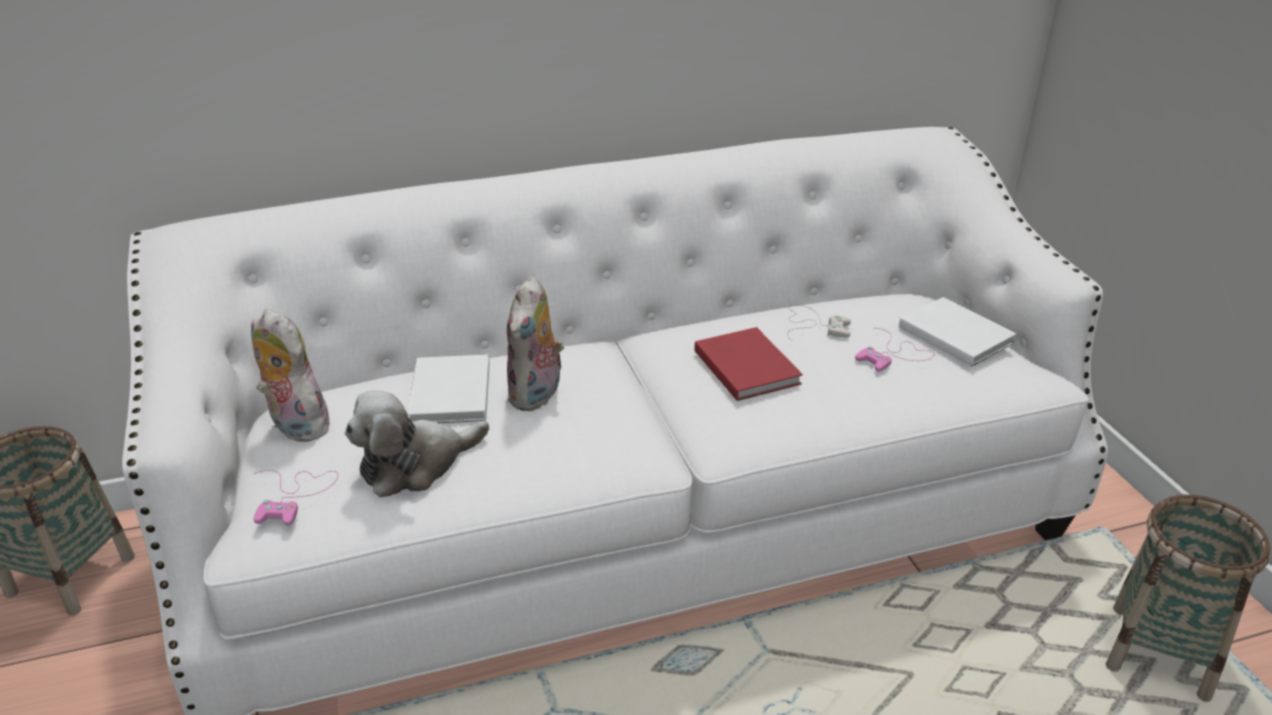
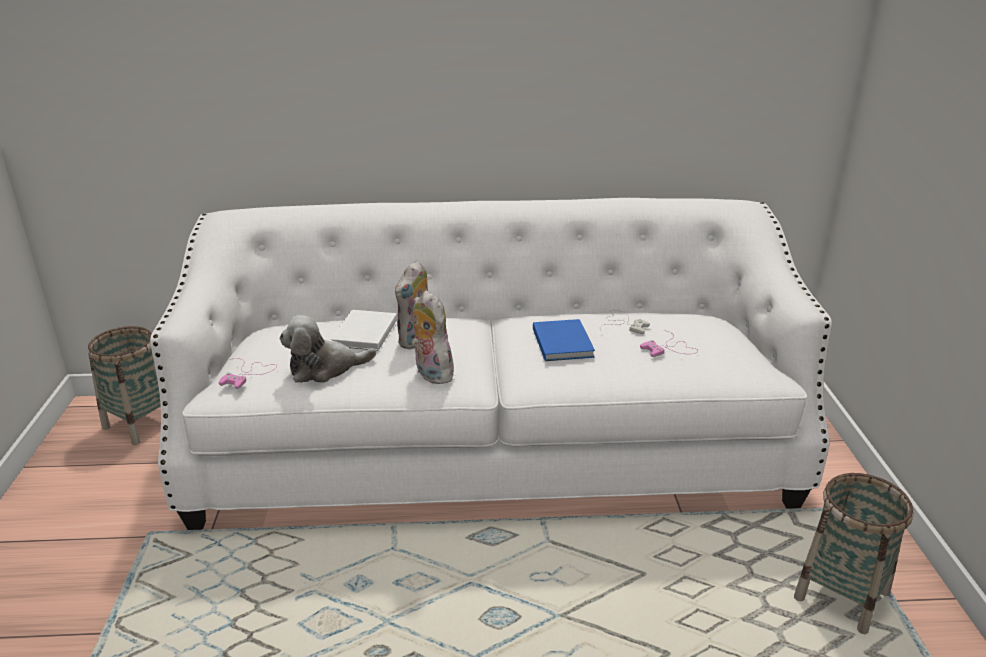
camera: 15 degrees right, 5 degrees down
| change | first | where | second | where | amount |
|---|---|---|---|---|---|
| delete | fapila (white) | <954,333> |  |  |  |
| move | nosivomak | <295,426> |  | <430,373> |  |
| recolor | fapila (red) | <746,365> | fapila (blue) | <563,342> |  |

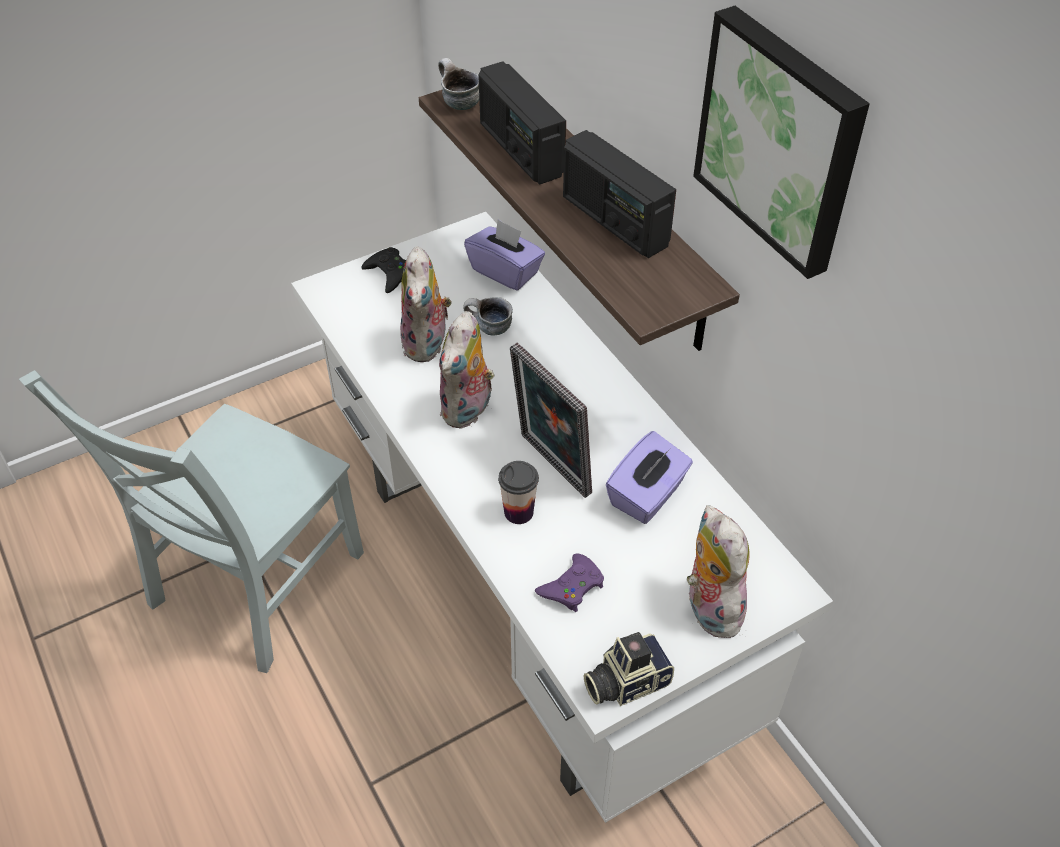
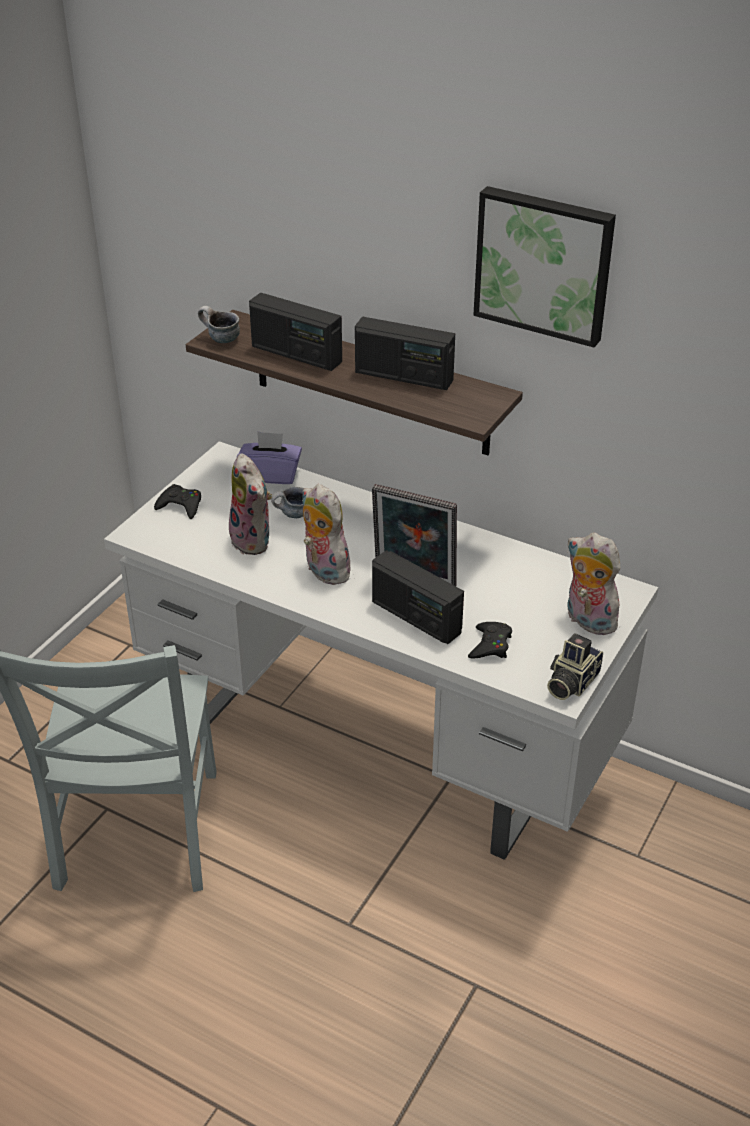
camera: 30 degrees left, 10 degrees down
| change | first | where | second | where | amount |
|---|---|---|---|---|---|
| delete | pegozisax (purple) | <647,495> |  |  |  |
| replace | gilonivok | <518,512> | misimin | <415,617> |  |
| recolor | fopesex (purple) | <572,587> | fopesex (black) | <490,645> |  |
| rotate | nosivomak | <468,410> |  | <323,570> | 150 degrees clockwise |

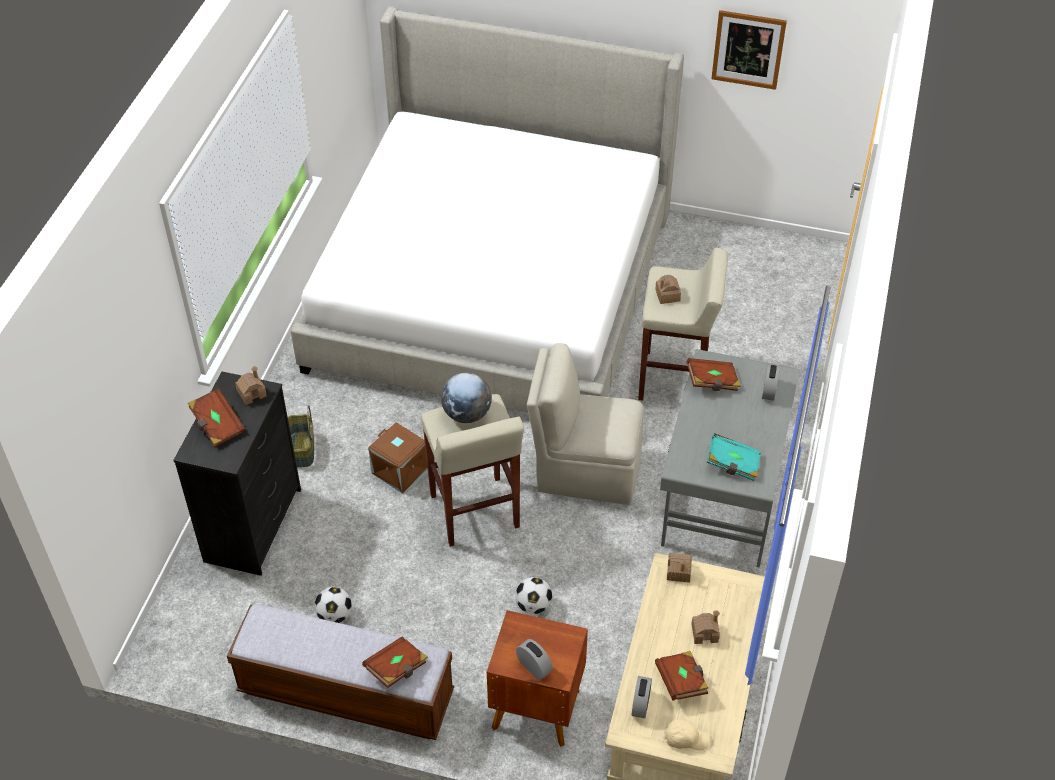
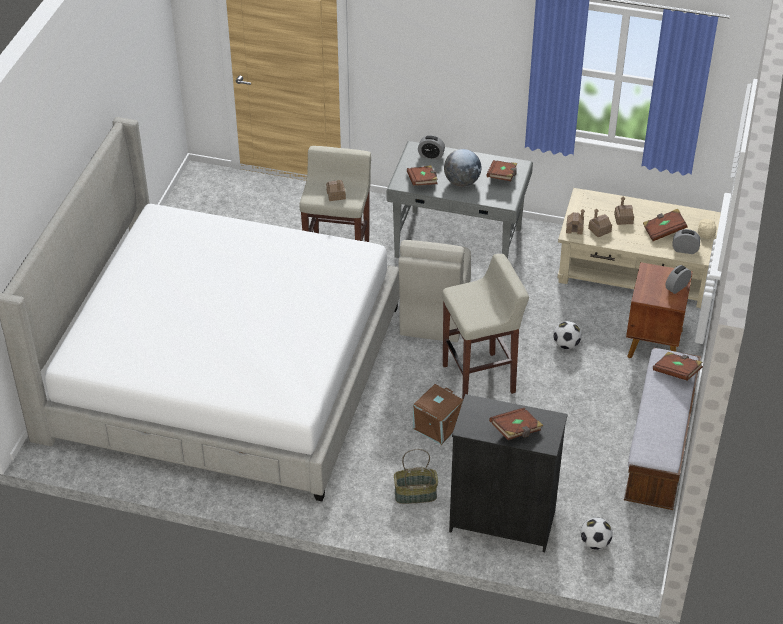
camera: 90 degrees left, 5 degrees down
| change | first | where | second | where | amount |
|---|---|---|---|---|---|
| delete | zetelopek | <748,49> |  |  |  |
| move | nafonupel | <251,393> |  | <599,230> |  |
| move | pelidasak | <335,615> |  | <595,543> |  |
| move | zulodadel | <467,414> |  | <462,182> |  |
| recolor | fapila (turquoise) | <732,464> | fapila (brown) | <502,177> |  |

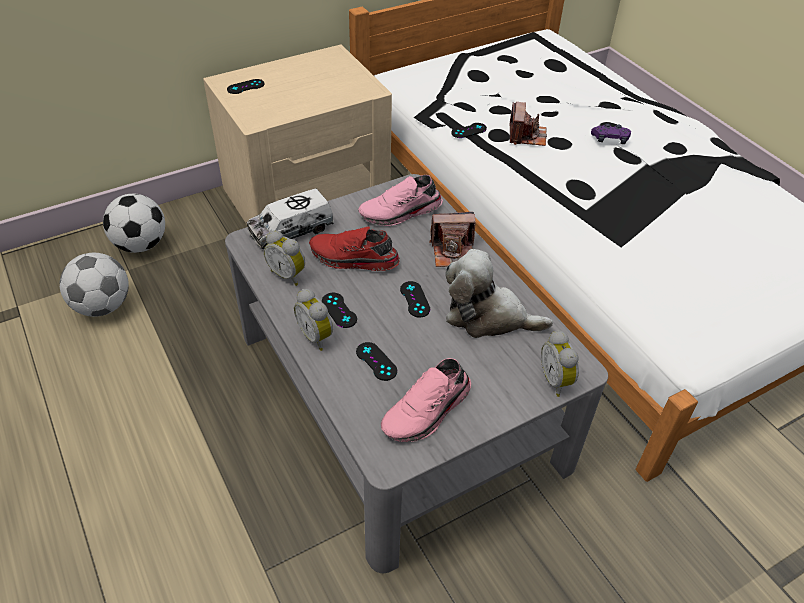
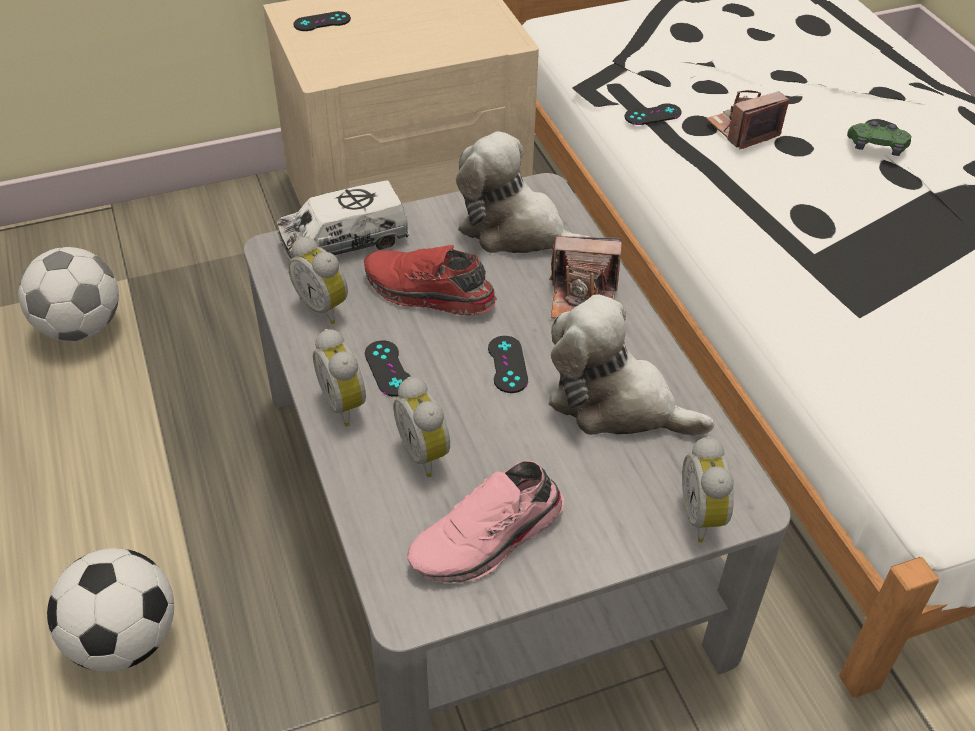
camera: 10 degrees right, 0 degrees up
| change | first | where | second | where | amount |
|---|---|---|---|---|---|
| move | pelidasak | <141,245> |  | <125,640> |  |
| replace | fopesex (black) | <376,361> | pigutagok | <427,453> |  |
| replace | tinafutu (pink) | <401,213> | nosivomak | <516,230> |  |
| recolor | fopesex (purple) | <610,140> | fopesex (green) | <876,147> |  |
| rotate | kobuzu | <526,136> |  | <743,130> | 135 degrees counterclockwise |

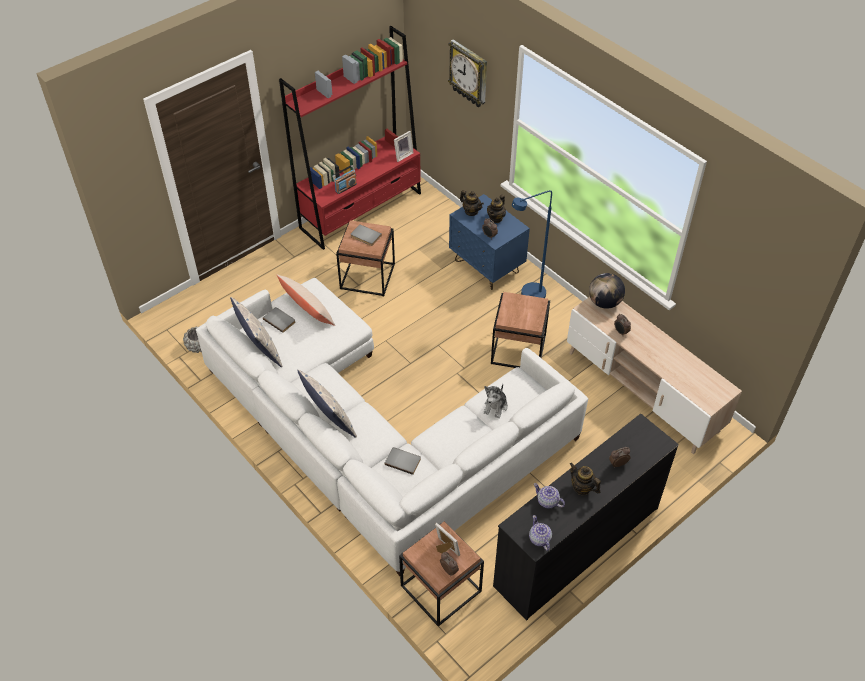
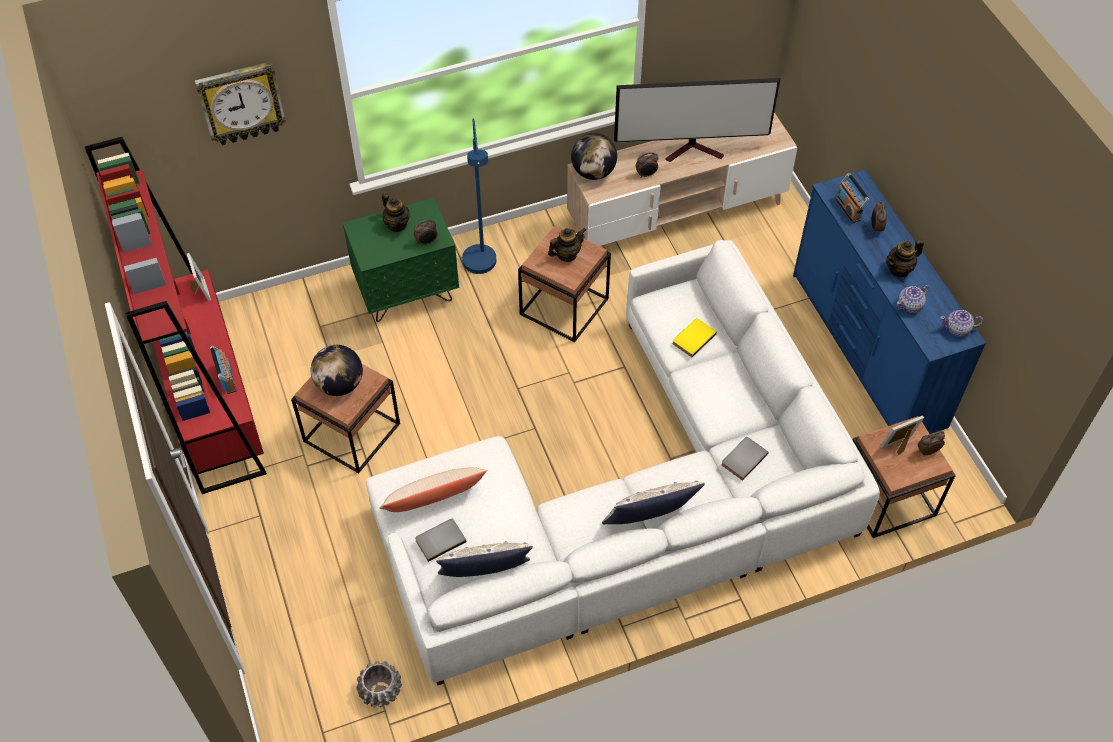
camera: 70 degrees left, 5 degrees up
| change | first | where | second | where | amount |
|---|---|---|---|---|---|
| insert |  |  | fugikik | <695,150> |  |
| insert |  |  | misimin | <848,209> |  |
| move | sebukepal | <471,211> |  | <566,254> |  |
| replace | fapila (grey) | <365,236> | zulodadel | <339,385> |  |
| replace | nosivomak | <495,406> | fapila (yellow) | <692,338> |  |
| recolor | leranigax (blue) | <487,267> | leranigax (green) | <407,292> |  |
| recolor | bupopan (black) | <576,546> | bupopan (blue) | <866,350> |  |

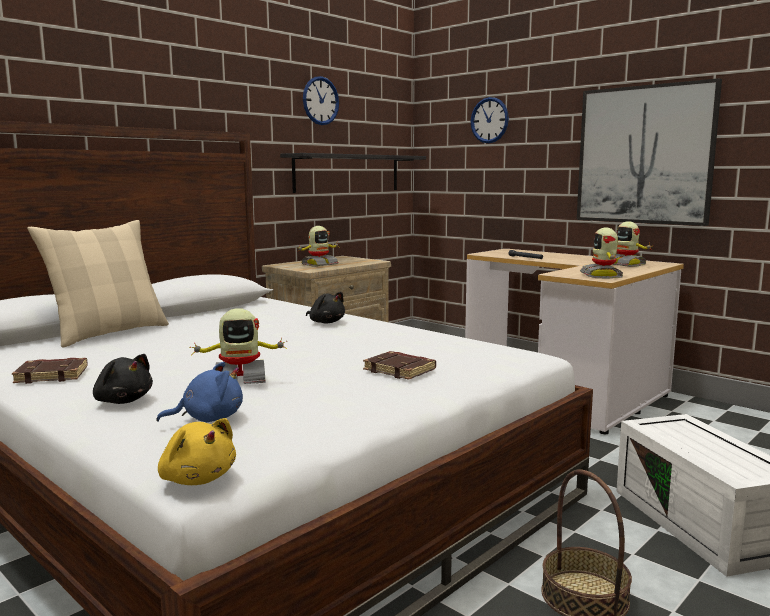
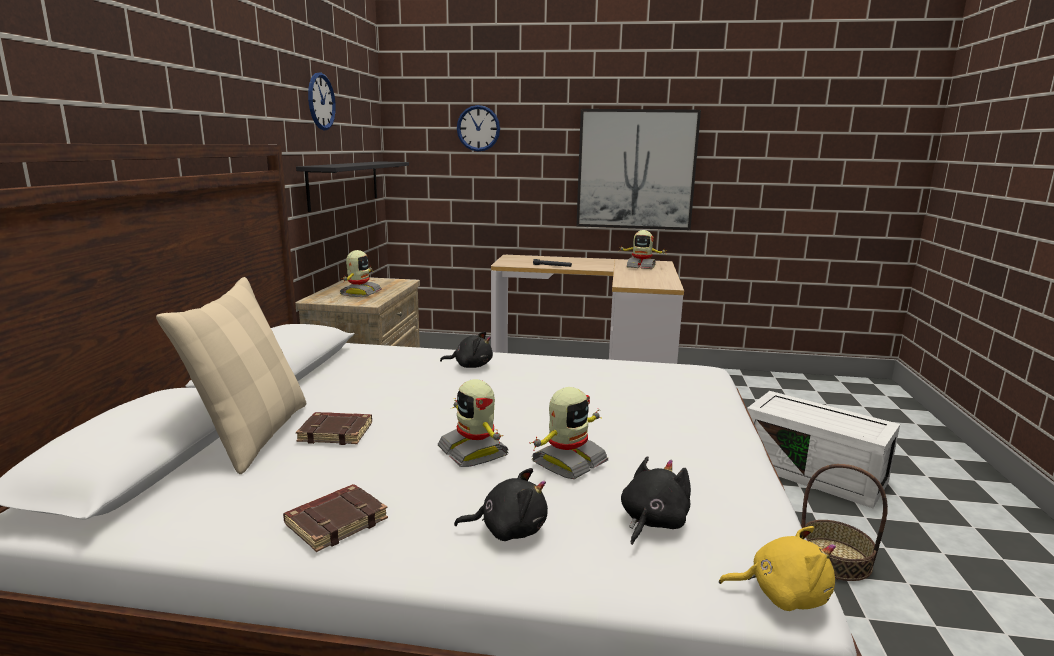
camera: 35 degrees left, 5 degrees up
| change | first | where | second | where | amount |
|---|---|---|---|---|---|
| move | fapila (brown) | <401,370> |  | <337,433> |  |
| move | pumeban | <602,276> |  | <474,451> |  |
| recolor | nosivomak (blue) | <208,419> | nosivomak (black) | <652,522> |  |

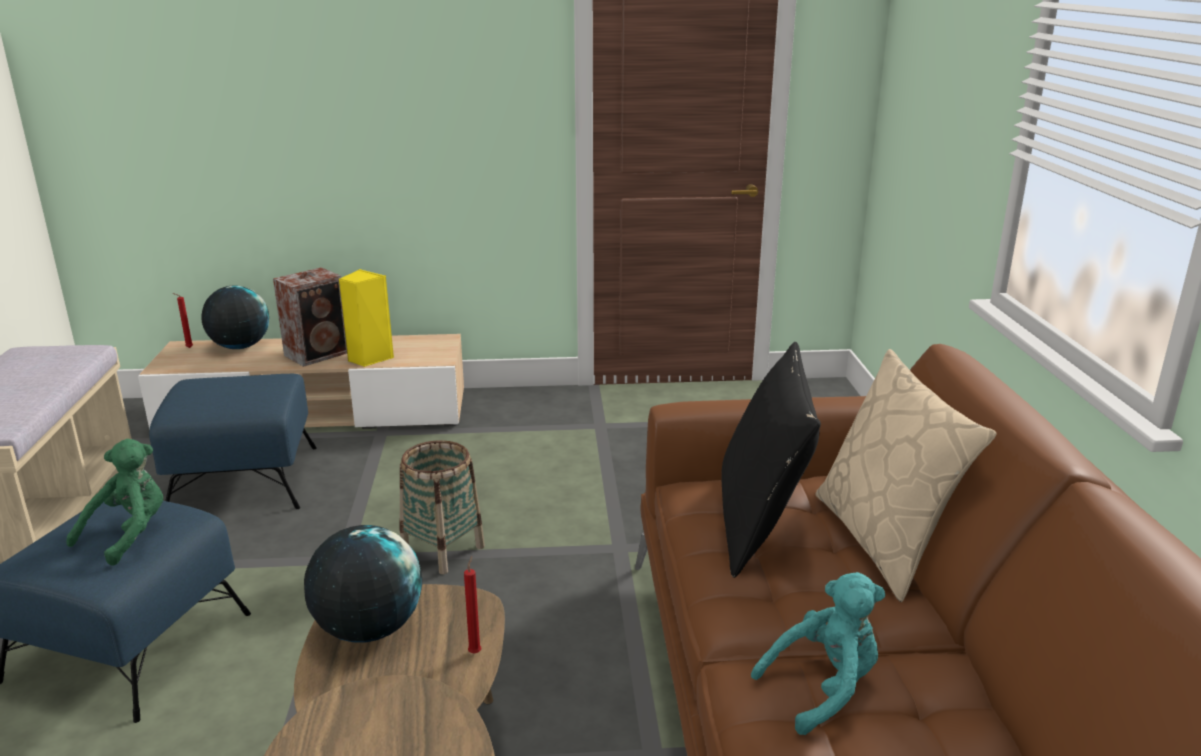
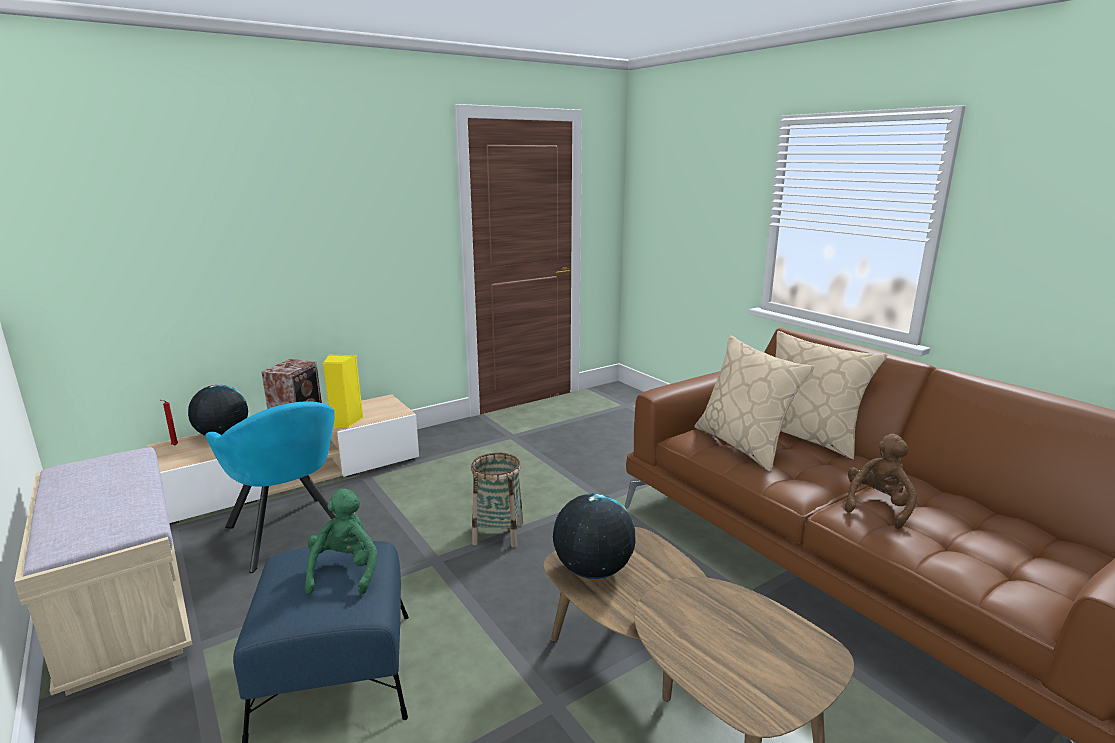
camera: 30 degrees left, 5 degrees down
| change | first | where | second | where | amount |
|---|---|---|---|---|---|
| delete | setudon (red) | <475,652> |  |  |  |
| replace | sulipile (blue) | <243,480> | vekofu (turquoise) | <290,534> |  |
| recolor | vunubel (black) | <760,525> | vunubel (beige) | <744,445> |  |
| recolor | nosivomak (turquoise) | <823,688> | nosivomak (brown) | <877,506> |  |

